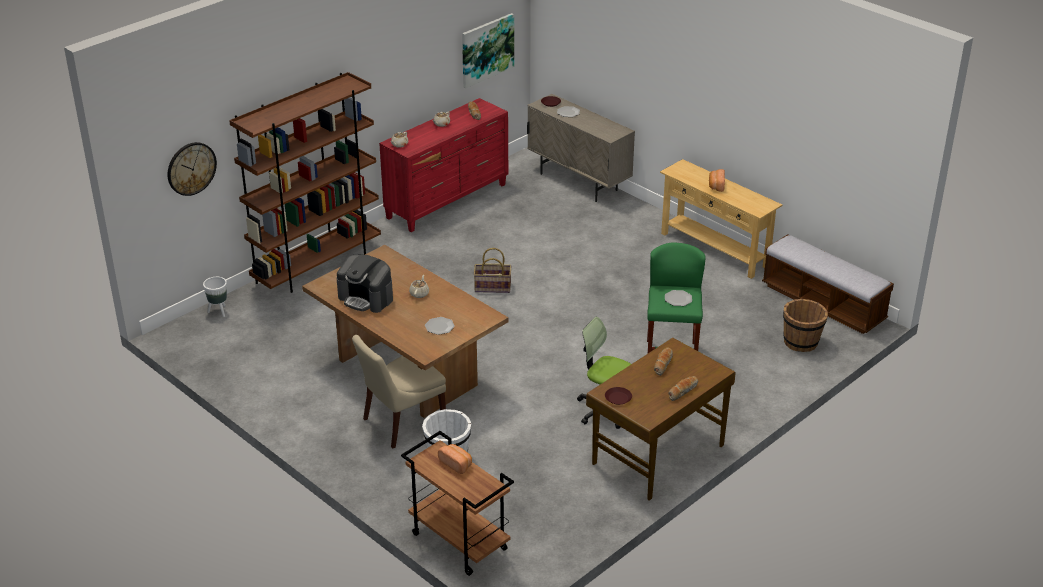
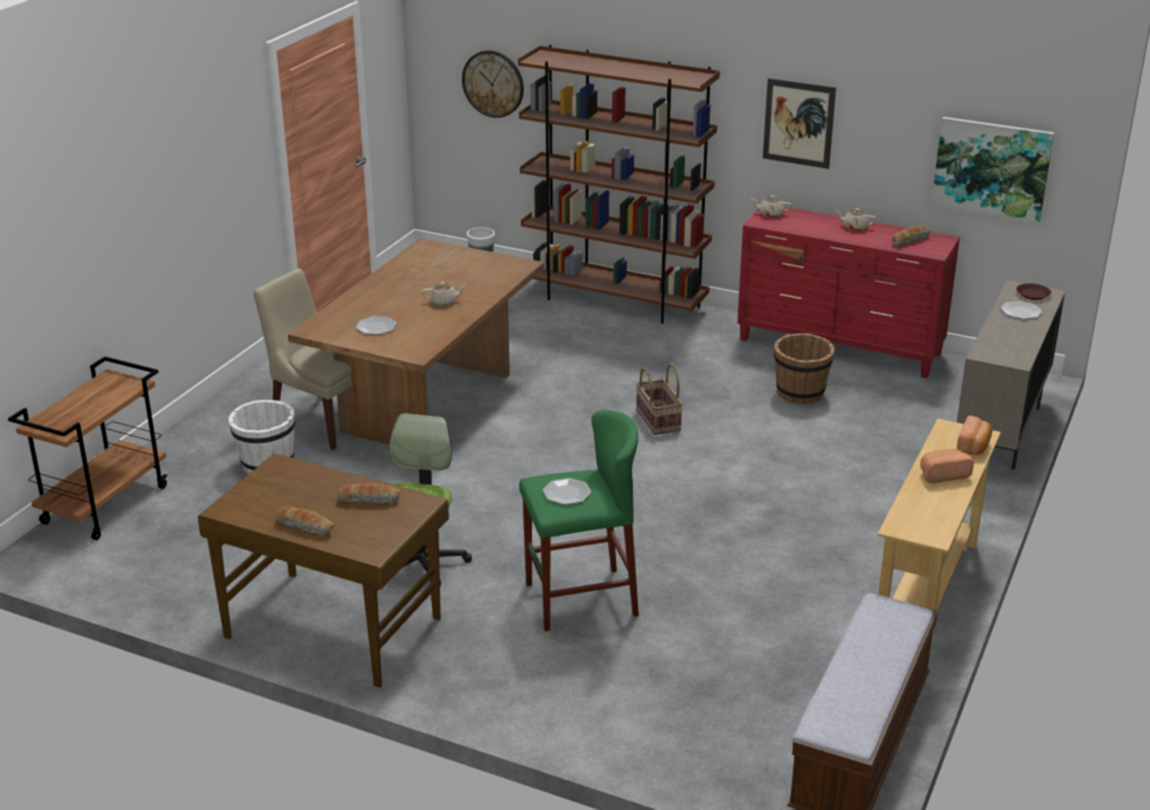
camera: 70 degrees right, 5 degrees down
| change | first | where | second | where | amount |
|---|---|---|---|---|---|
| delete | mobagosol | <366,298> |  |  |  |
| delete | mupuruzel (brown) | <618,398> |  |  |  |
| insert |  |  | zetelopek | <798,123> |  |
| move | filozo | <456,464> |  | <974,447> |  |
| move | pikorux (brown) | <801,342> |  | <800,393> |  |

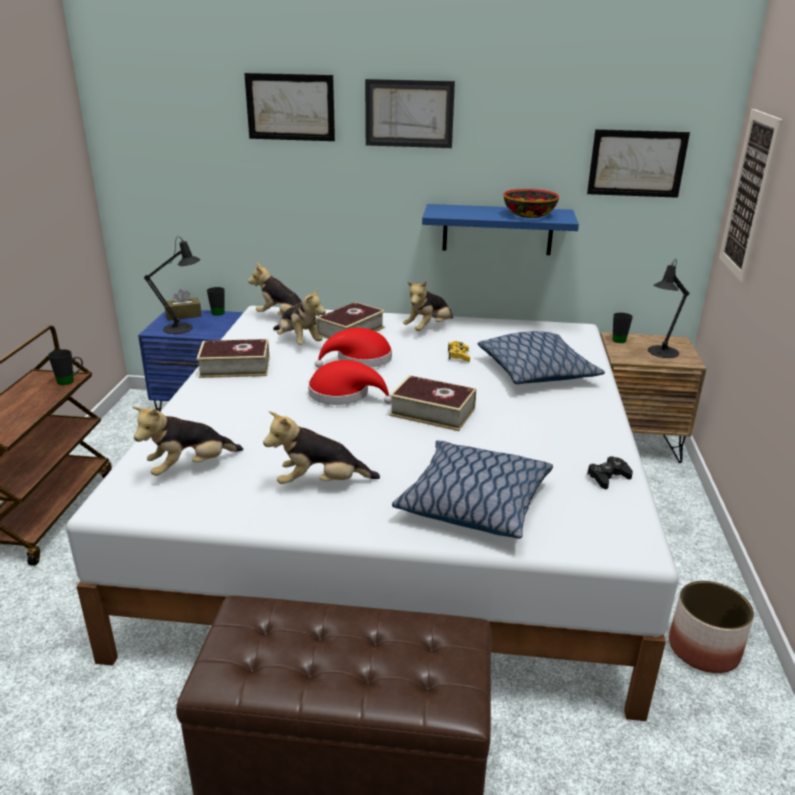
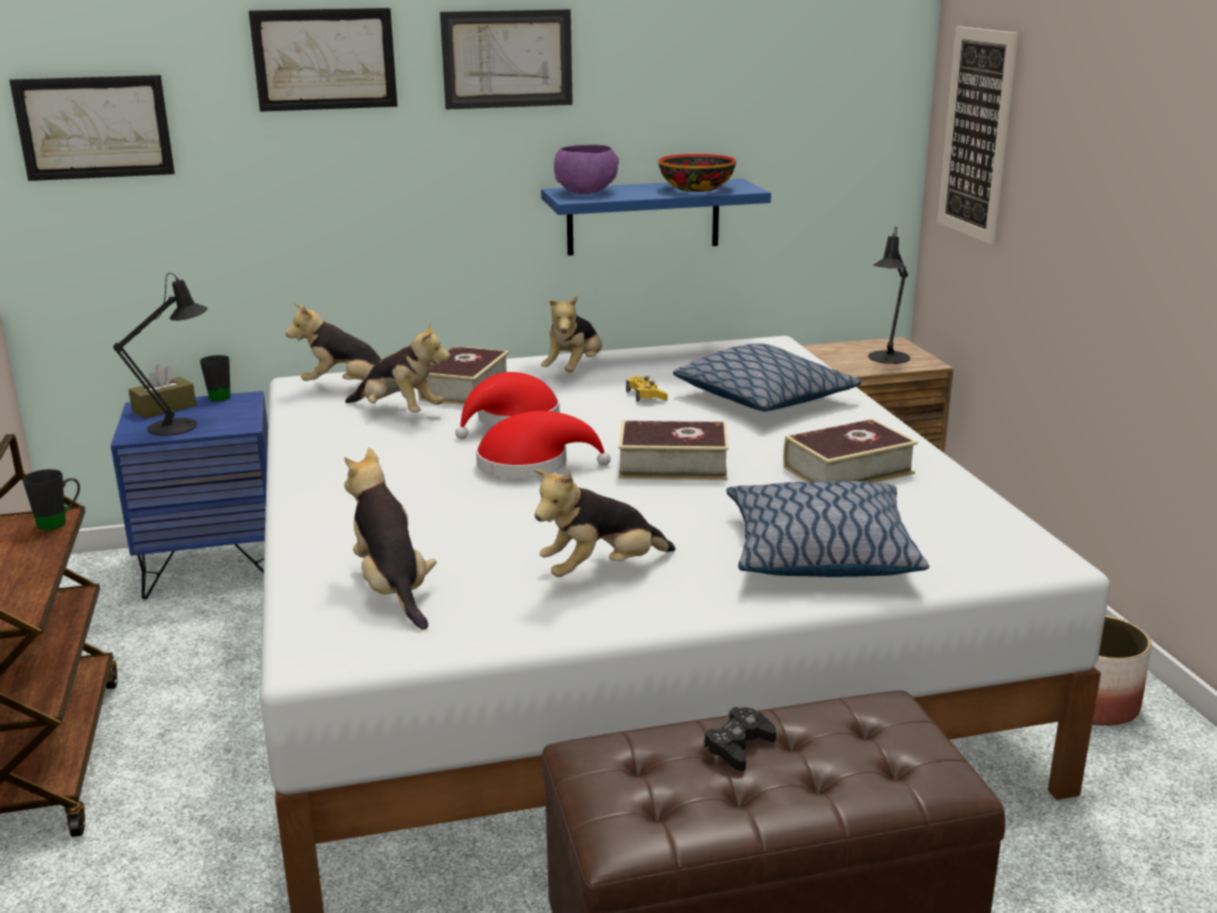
camera: 20 degrees left, 5 degrees down
| change | first | where | second | where | amount |
|---|---|---|---|---|---|
| delete | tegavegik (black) | <617,339> |  |  |  |
| insert |  |  | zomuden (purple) | <587,192> |  |
| move | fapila | <235,367> |  | <848,470> |  |
| move | zetelopek | <636,163> |  | <94,127> |  |
| move | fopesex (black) | <608,477> |  | <738,746> |  |
| rotate | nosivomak | <190,467> |  | <392,589> | 120 degrees clockwise |

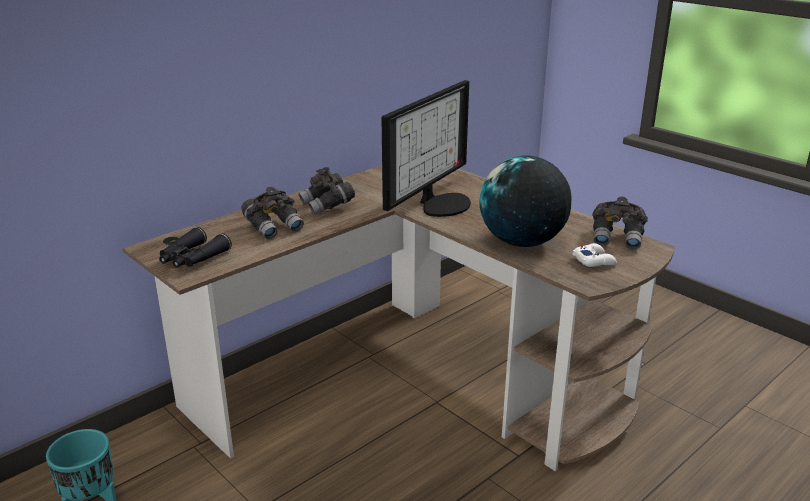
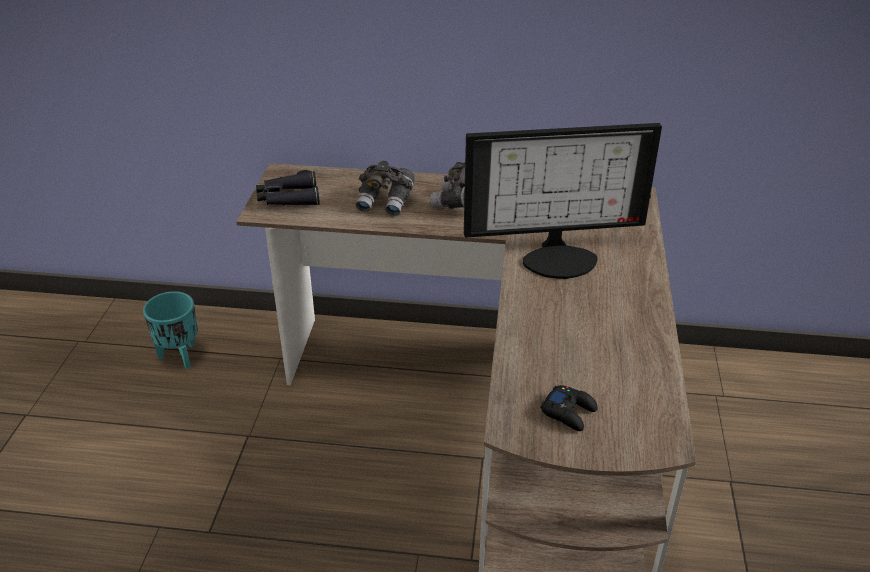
camera: 50 degrees right, 10 degrees up
| change | first | where | second | where | amount |
|---|---|---|---|---|---|
| delete | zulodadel | <522,242> |  |  |  |
| delete | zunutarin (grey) | <617,238> |  |  |  |
| recolor | fopesex (white) | <594,261> | fopesex (black) | <569,412> |  |

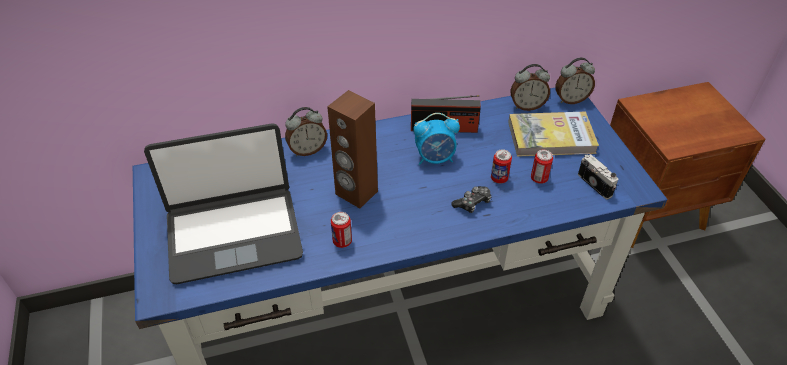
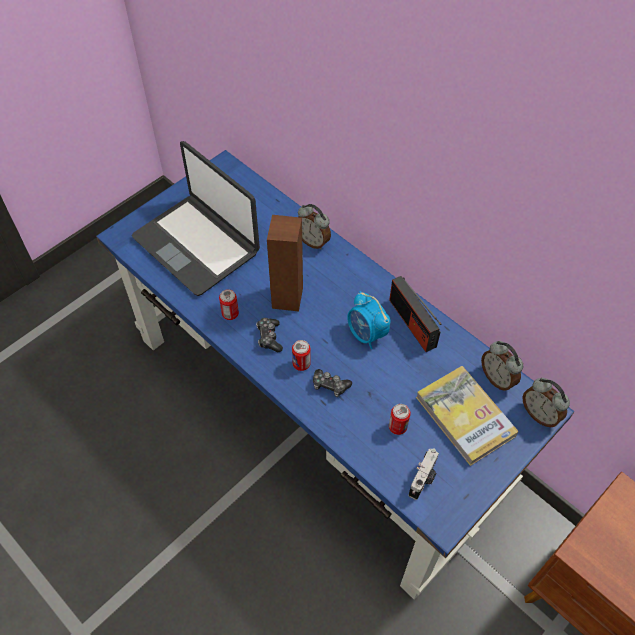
camera: 60 degrees right, 10 degrees up
| change | first | where | second | where | amount |
|---|---|---|---|---|---|
| insert |  |  | fopesex | <269,337> |  |
| move | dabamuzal | <499,178> |  | <301,364> |  |

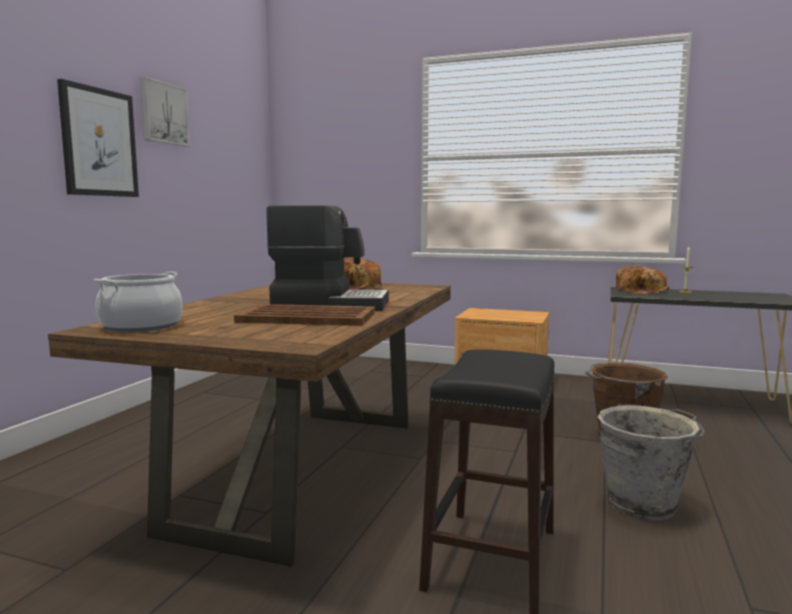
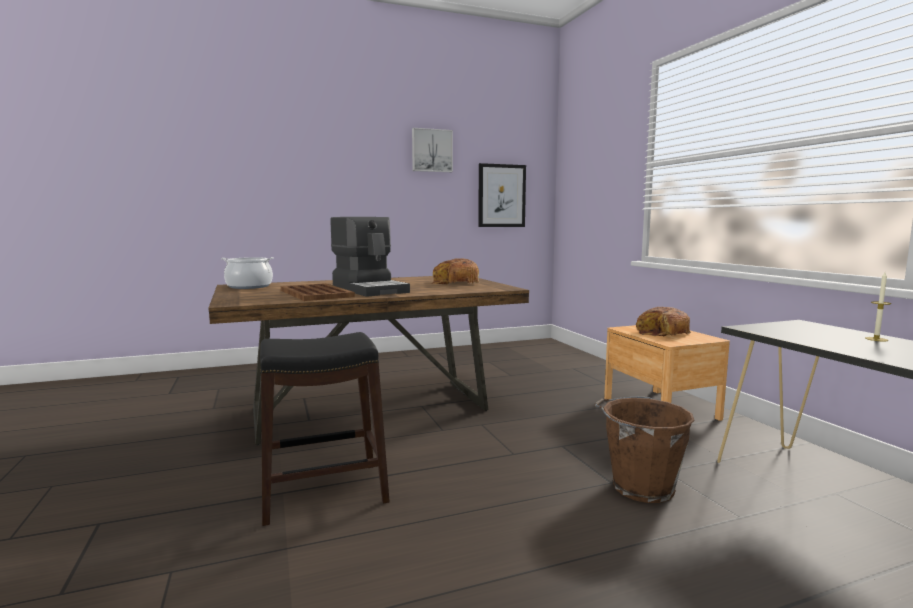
camera: 50 degrees right, 0 degrees up
| change | first | where | second | where | amount |
|---|---|---|---|---|---|
| delete | pikorux (grey) | <643,504> |  |  |  |
| move | zetelopek | <99,142> |  | <501,196> |  |
| move | filozo | <641,291> |  | <663,333> |  |

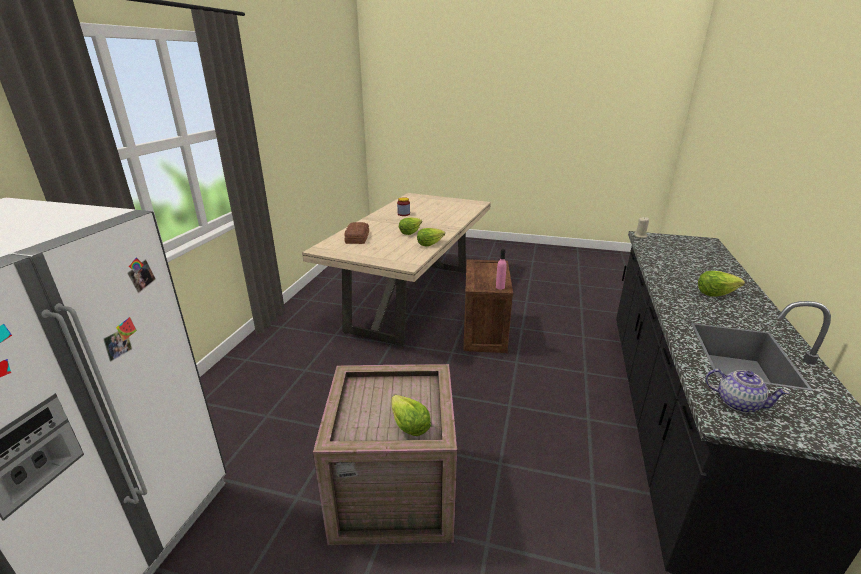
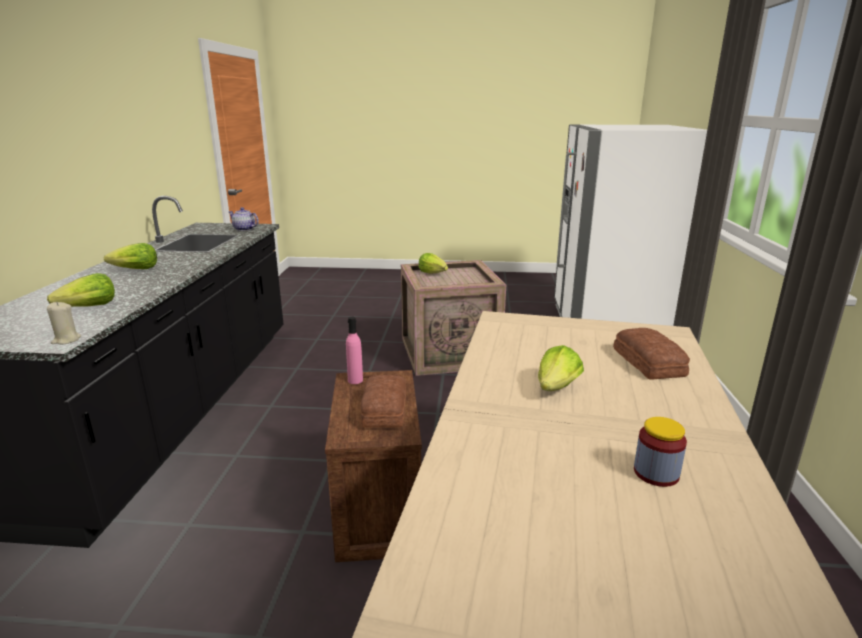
camera: 170 degrees right, 5 degrees down
| change | first | where | second | where | amount |
|---|---|---|---|---|---|
| insert |  |  | filozo | <383,409> |  |
| move | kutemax | <429,244> |  | <89,307> |  |

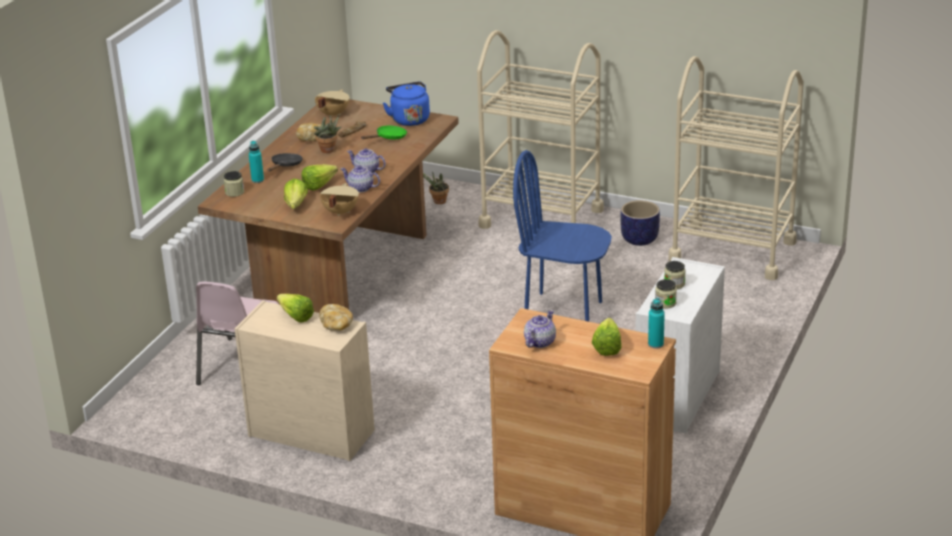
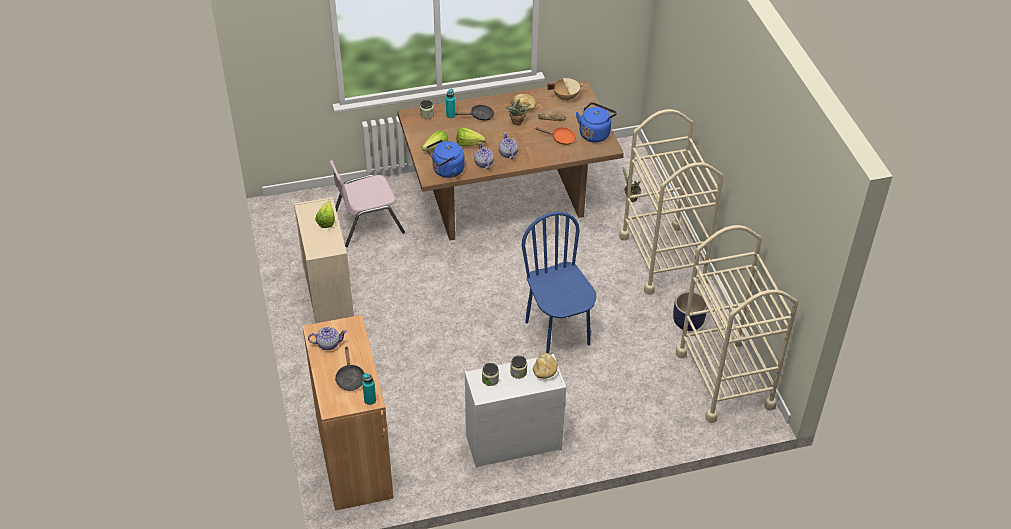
camera: 50 degrees right, 15 degrees up
| change | first | where | second | where | amount |
|---|---|---|---|---|---|
| move | filozo | <336,325> |  | <545,371> |  |
| replace | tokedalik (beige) | <339,212> | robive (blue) | <446,171> |  |
| replace | kutemax | <608,345> | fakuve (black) | <350,378> |  |
| recolor | fakuve (green) | <389,138> | fakuve (orange) | <560,138> |  |

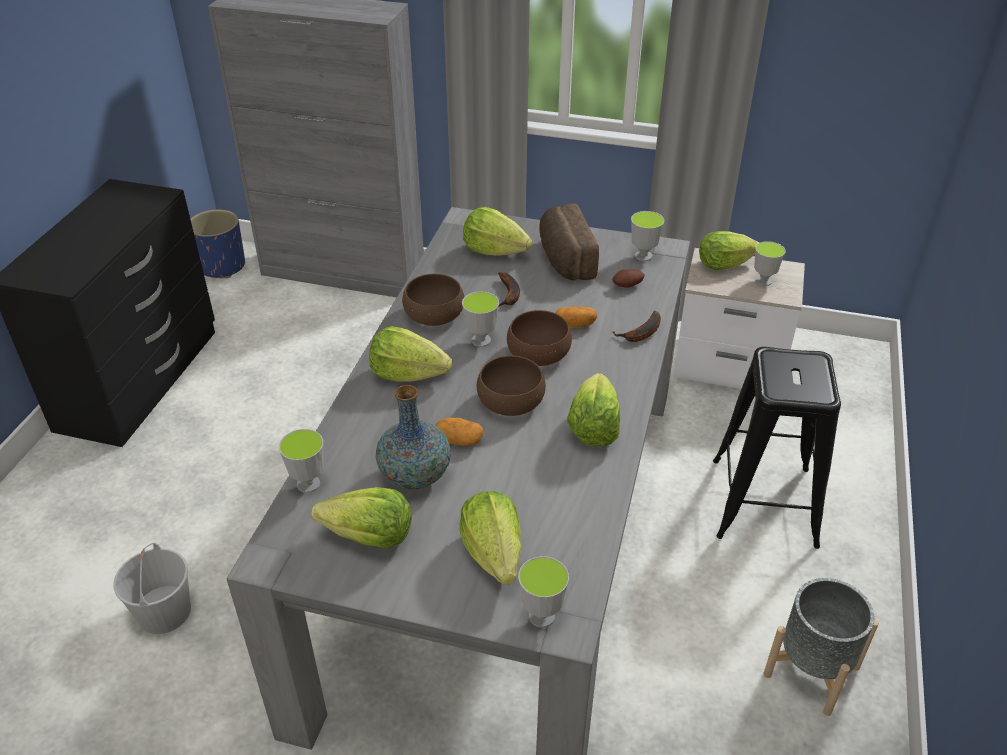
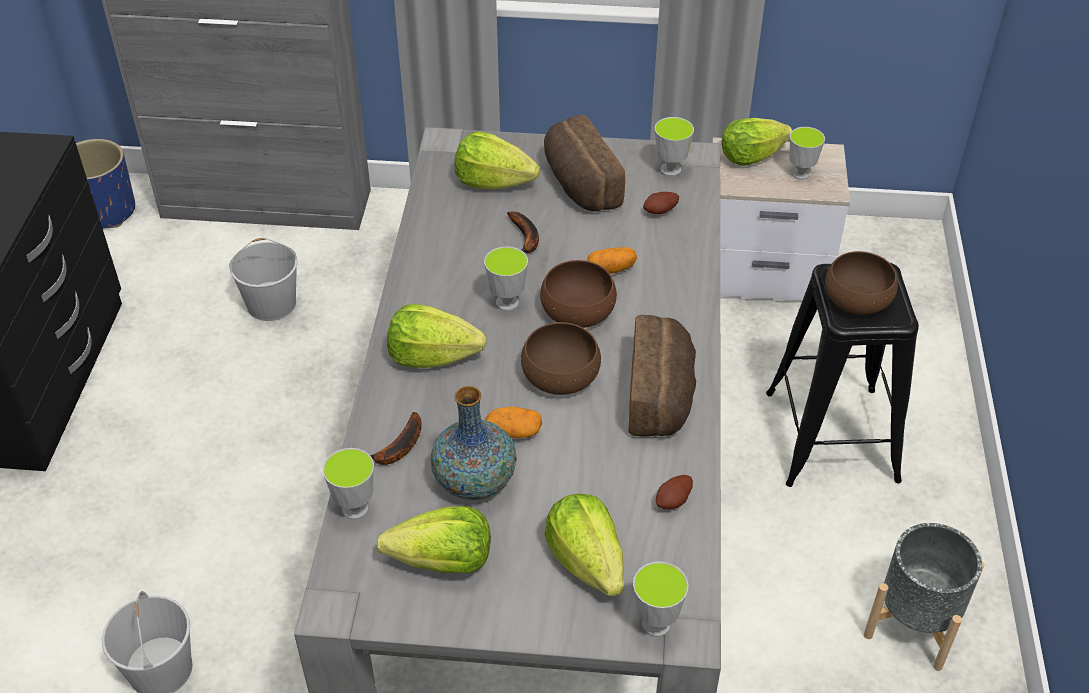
camera: 10 degrees left, 5 degrees up
| change | first | where | second | where | amount |
|---|---|---|---|---|---|
| insert |  |  | pikorux (white) | <272,303> |  |
| insert |  |  | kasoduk | <674,501> |  |
| move | zomuden (brown) | <434,314> |  | <857,298> |  |
| move | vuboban | <641,333> |  | <397,449> |  |
| replace | kutemax | <593,427> | filozo | <661,396> |  |

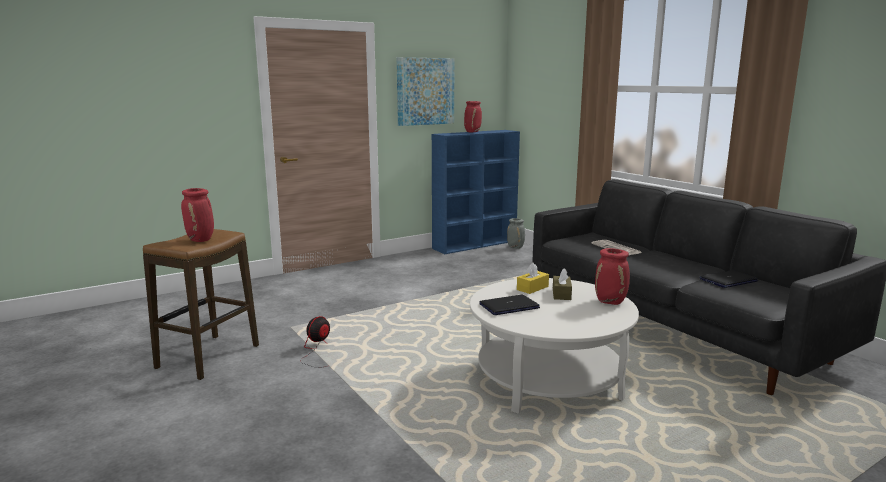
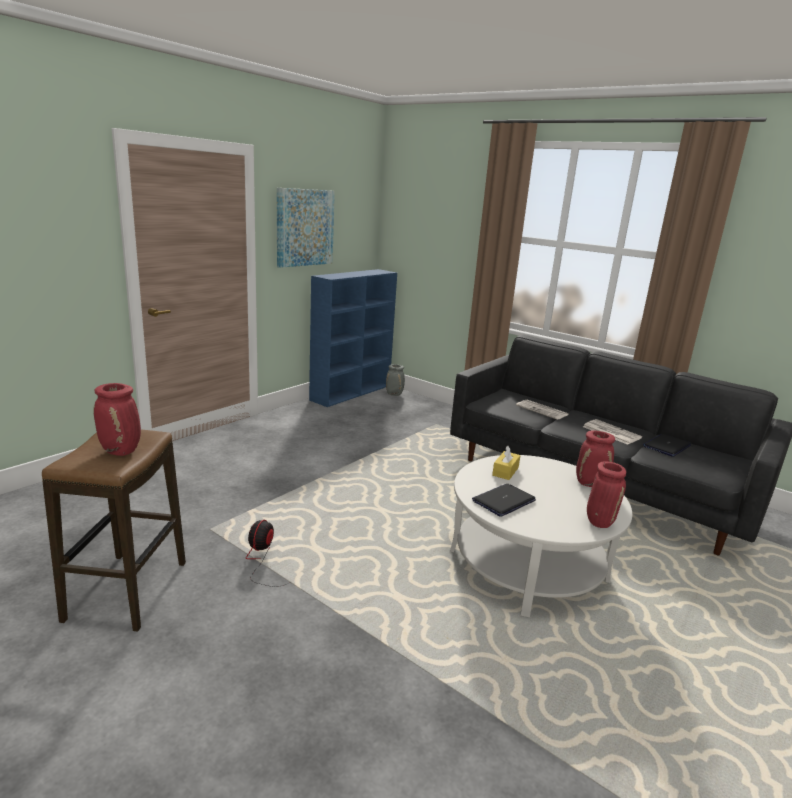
camera: 20 degrees left, 5 degrees up
| change | first | where | second | where | amount |
|---|---|---|---|---|---|
| delete | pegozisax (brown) | <561,294> |  |  |  |
| insert |  |  | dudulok | <610,432> |  |
| move | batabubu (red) | <472,132> |  | <599,521> |  |

